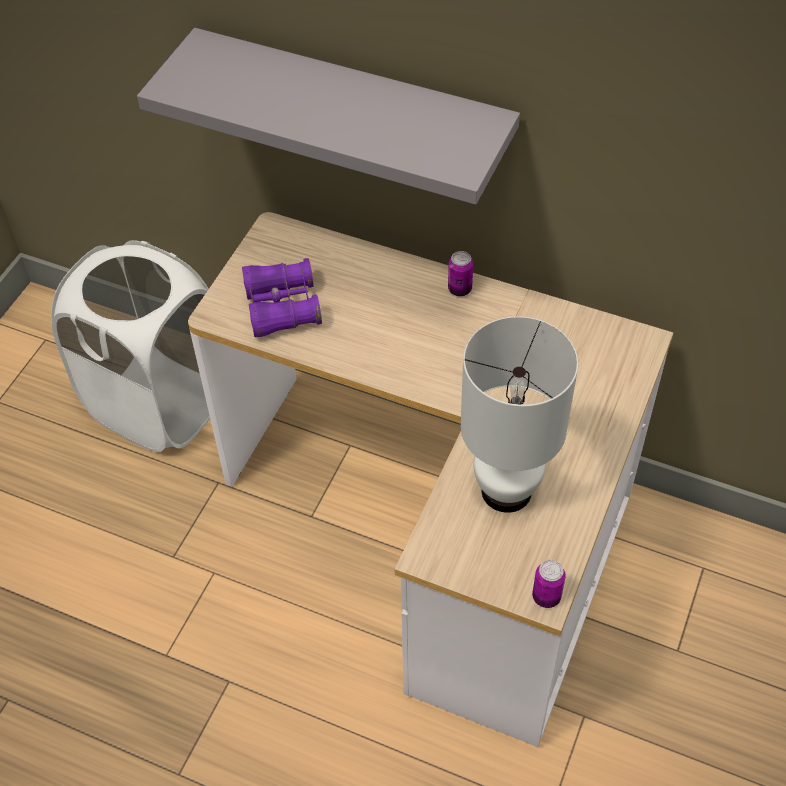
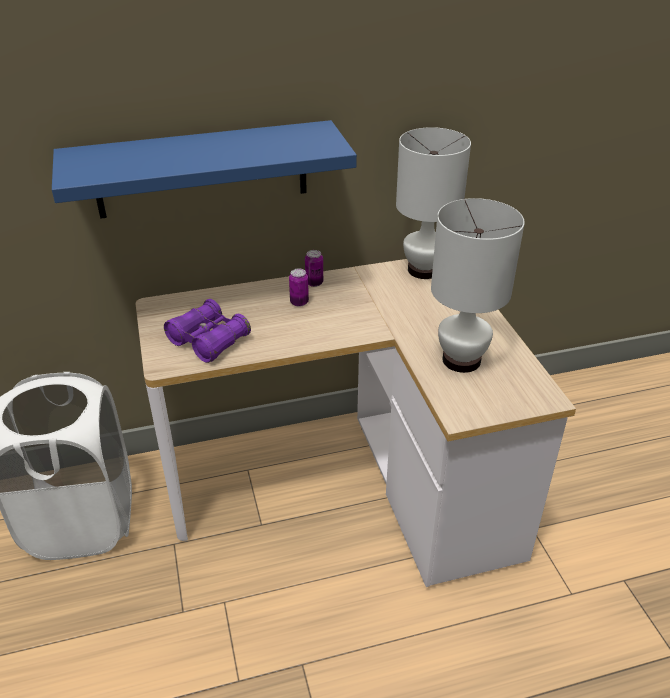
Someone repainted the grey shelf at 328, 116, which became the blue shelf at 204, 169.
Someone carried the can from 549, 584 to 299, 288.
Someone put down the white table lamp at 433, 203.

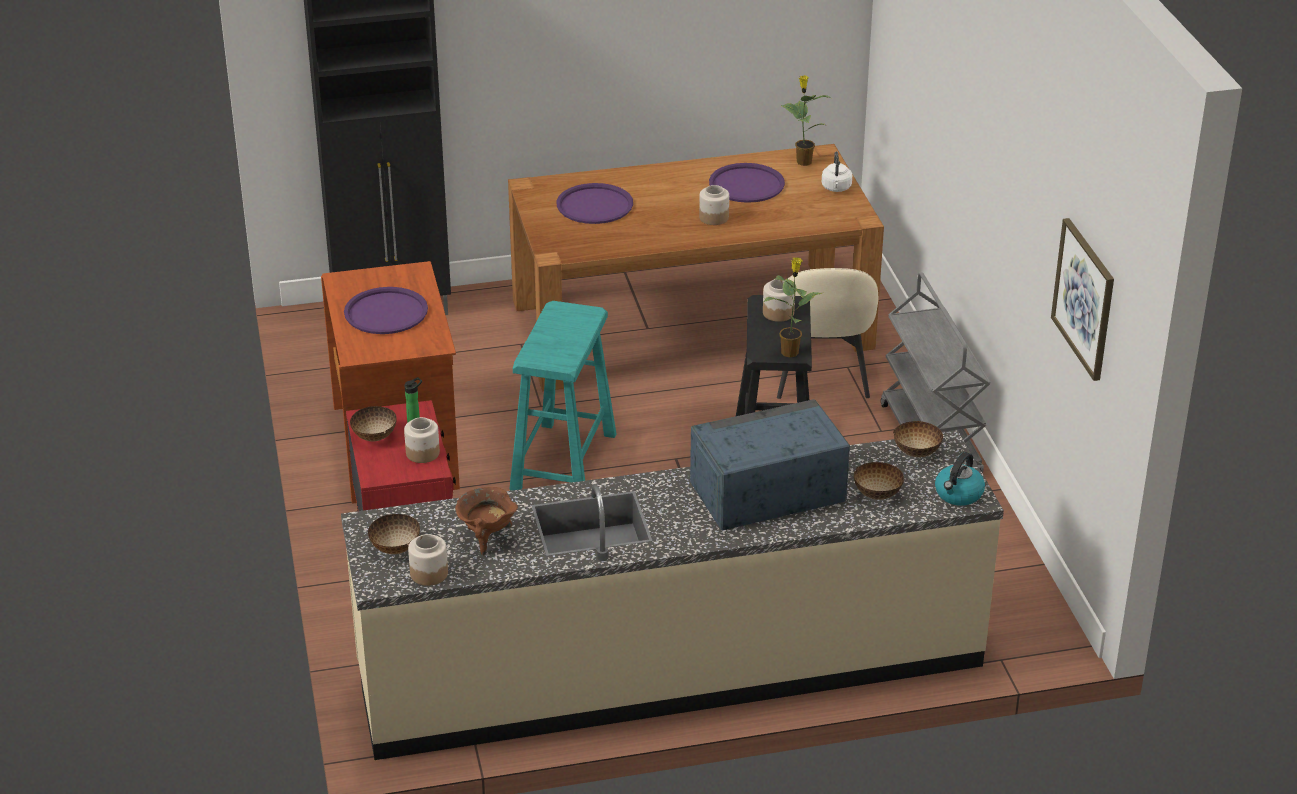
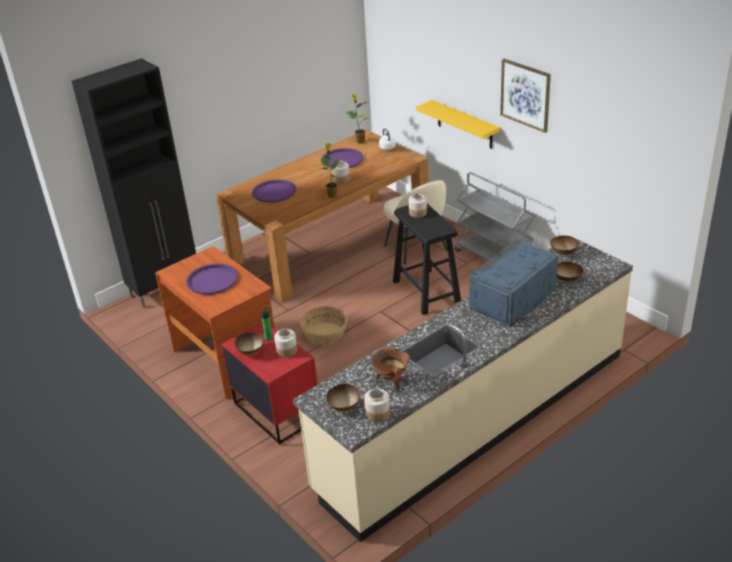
Someone carried the picture from 1082, 299 to 525, 96.
Someone carried the potted plant from 792, 307 to 329, 170.
Someone swapped the turquoise stool at 562, 396 for the basket at 324, 325.
Someone took away the kettle at 960, 479.
Someone put up the yellow shelf at 458, 124.

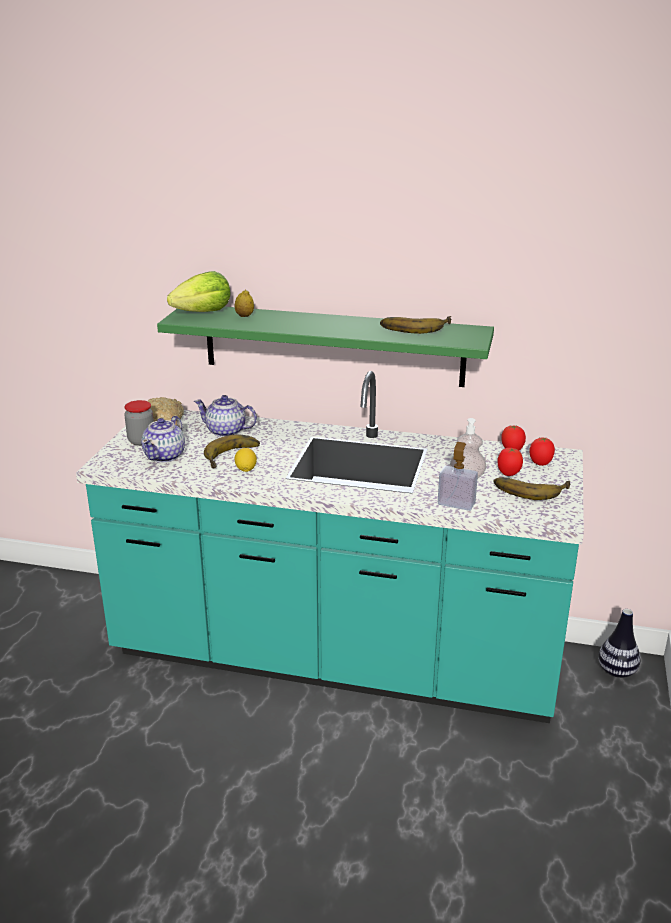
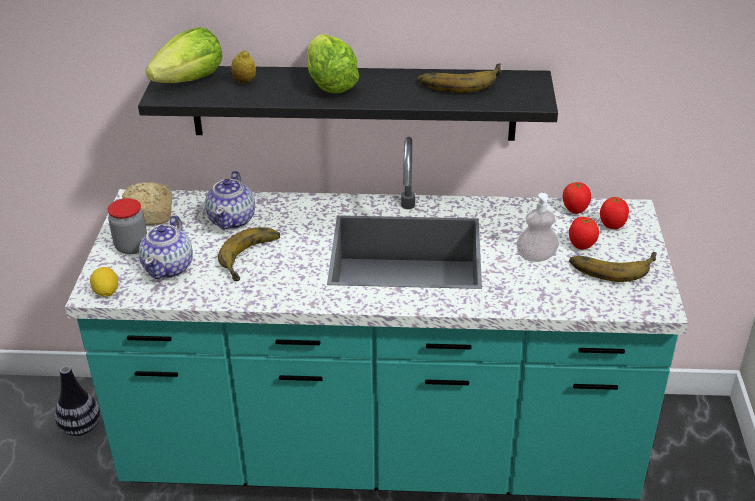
Someone repainted the green shelf at 325, 347, which became the black shelf at 348, 103.
Someone rotated the teapot at 225, 416 by 90 degrees counterclockwise.
Someone took away the soap dispenser at 458, 476.
Someone carried the lemon from 246, 460 to 104, 282.
Someone carried the vase from 619, 643 to 78, 401.
Someone put down the lettuce at 333, 63.

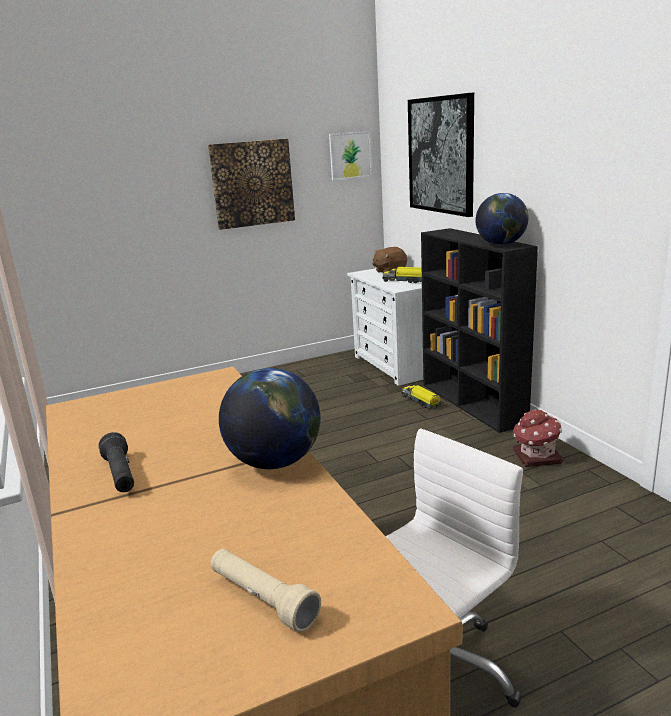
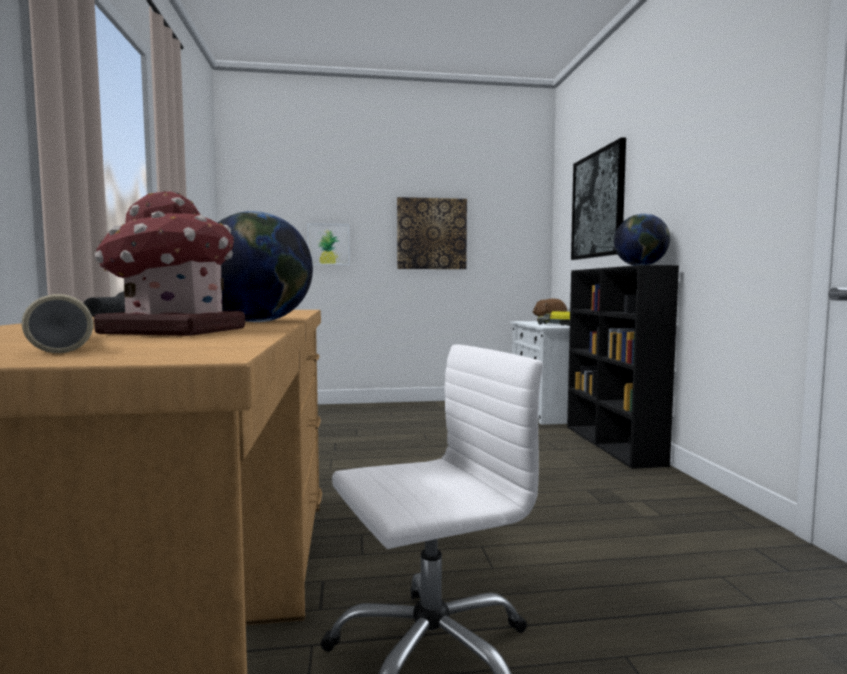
Someone carried the picture from 350, 155 to 328, 244.
Someone took away the toy truck at 422, 397.
Someone carried the toy house from 538, 438 to 169, 263.

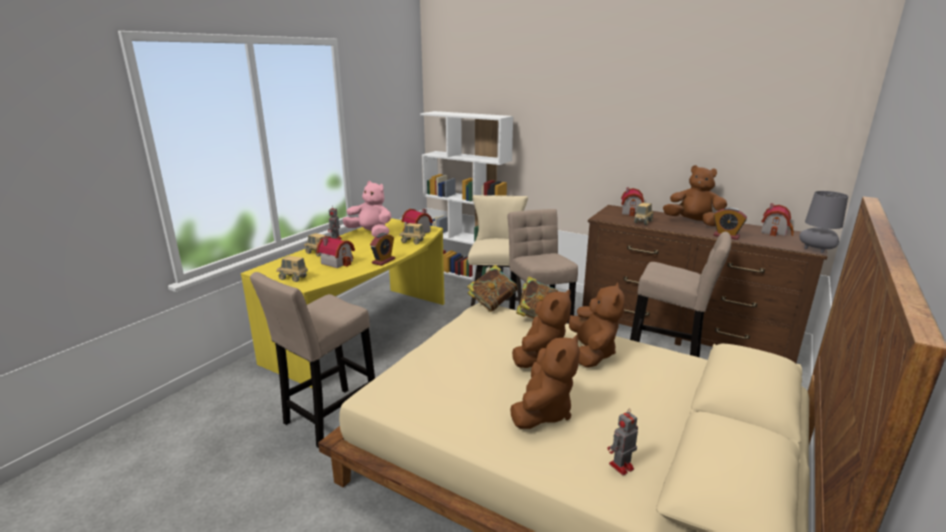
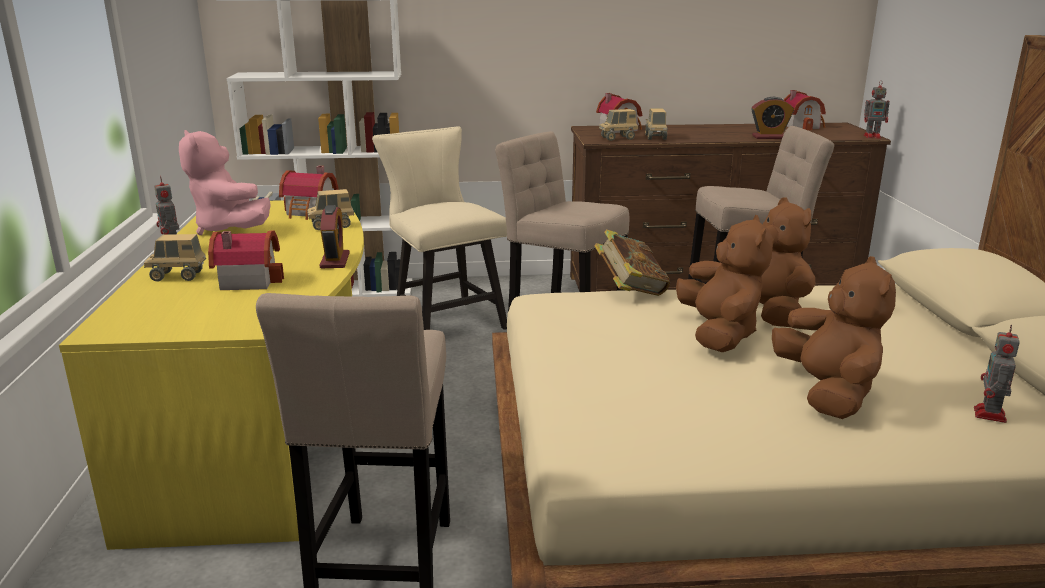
Someone took away the brown plush toy at 695, 195.
Someone rotated the pink plush toy at 367, 209 by 120 degrees counterclockwise.
Someone swapped the grey table lamp at 823, 222 for the toy robot at 877, 109.
Someone carried the toy truck from 292, 269 to 618, 125.
Someone took away the book at 492, 288.

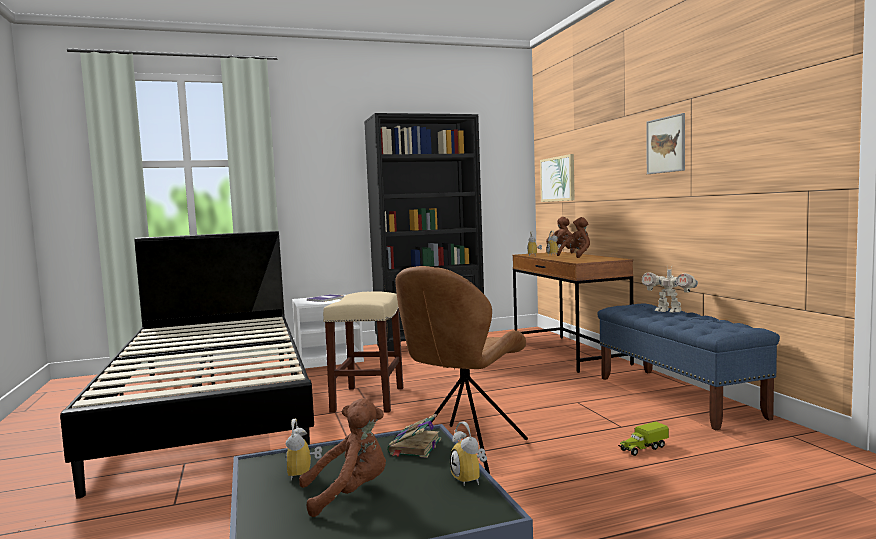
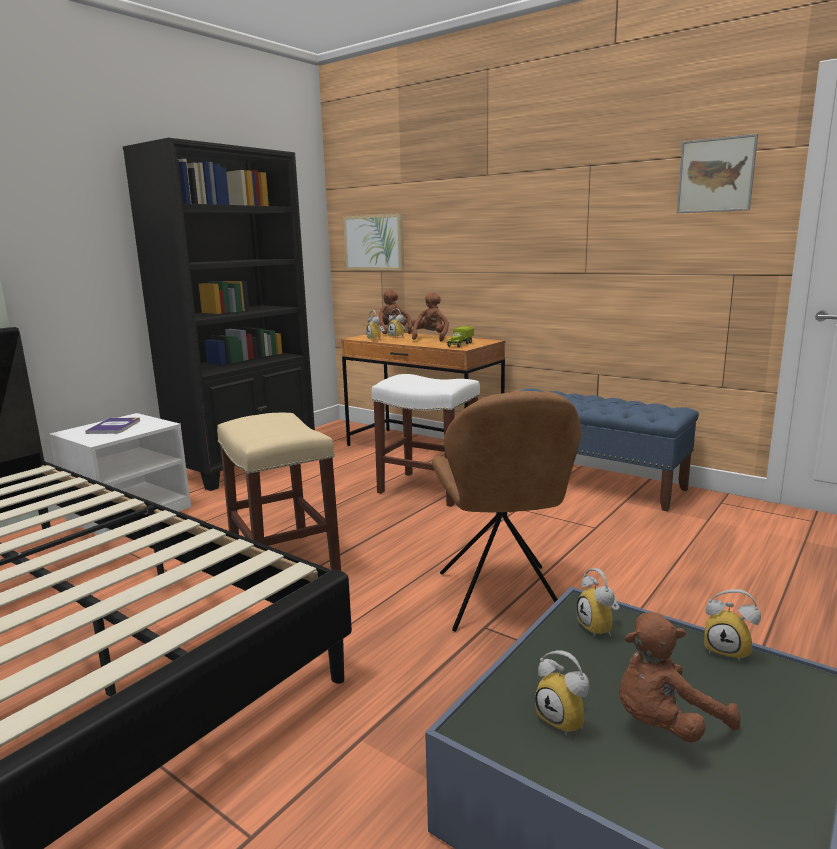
Someone carried the picture from 665, 143 to 717, 173.
Someone took away the toy robot at 670, 289.
Someone rotated the brown plush toy at 342, 457 by 150 degrees counterclockwise.
Someone swapped the book at 414, 436 for the alarm clock at 597, 602.
Someone carried the toy truck from 643, 439 to 460, 336.
Someone put down the white stool at 425, 440.

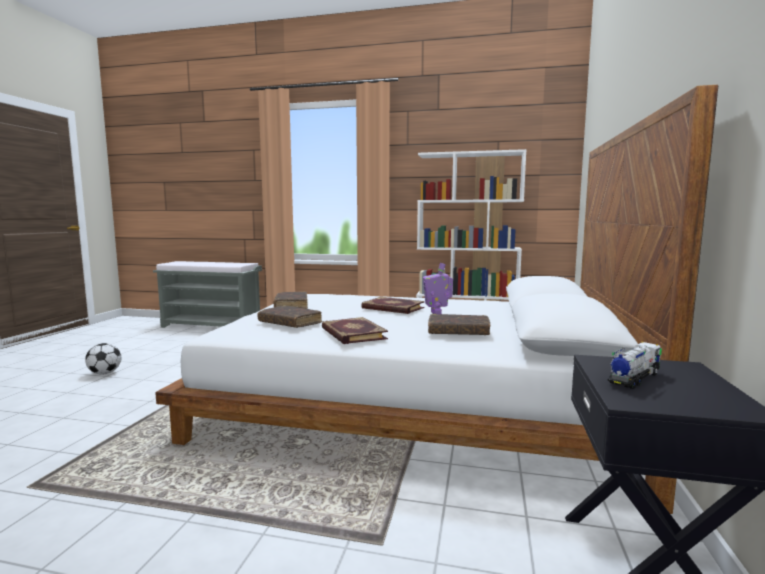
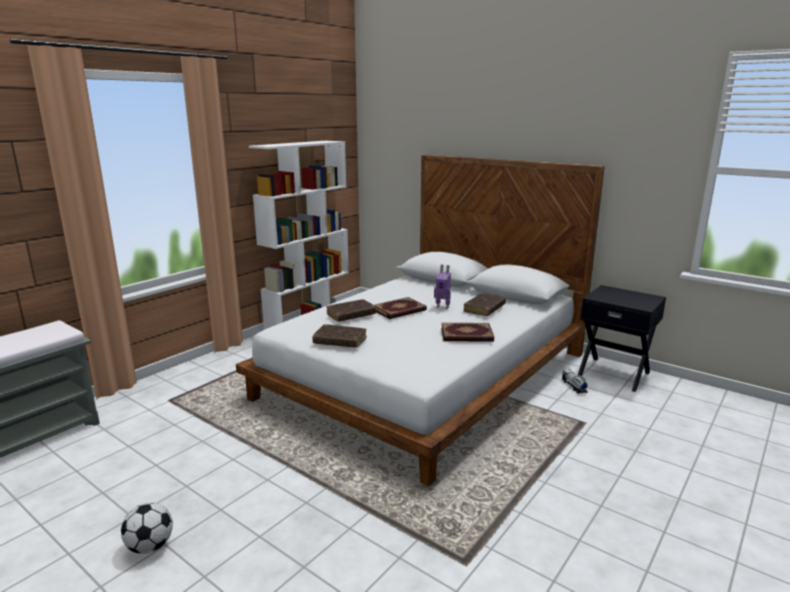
Someone carried the brown book from 289, 316 to 351, 310.
Someone carried the toy truck from 635, 365 to 575, 381.

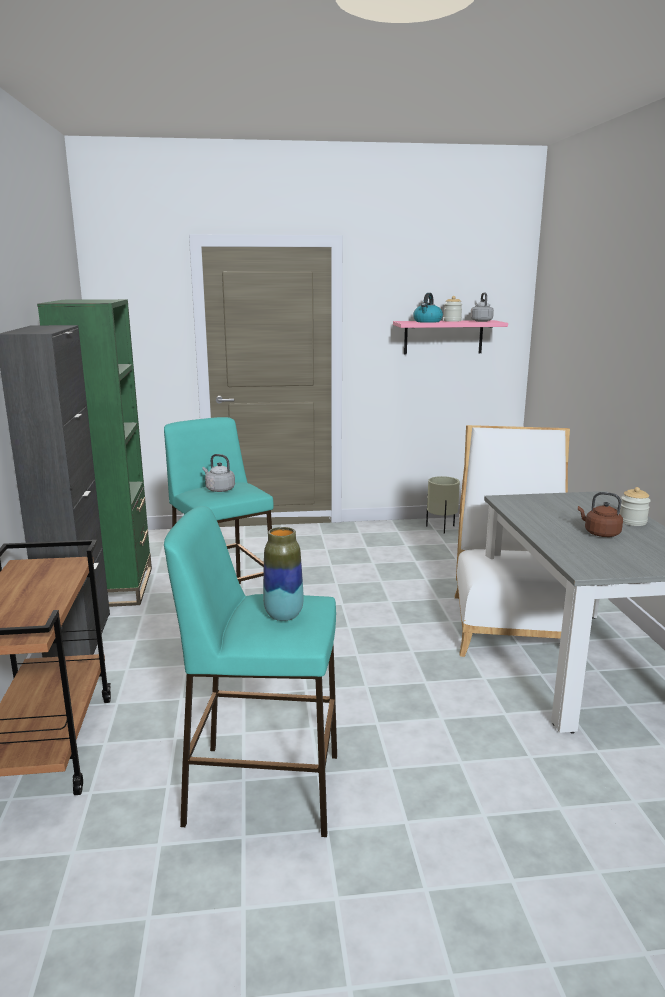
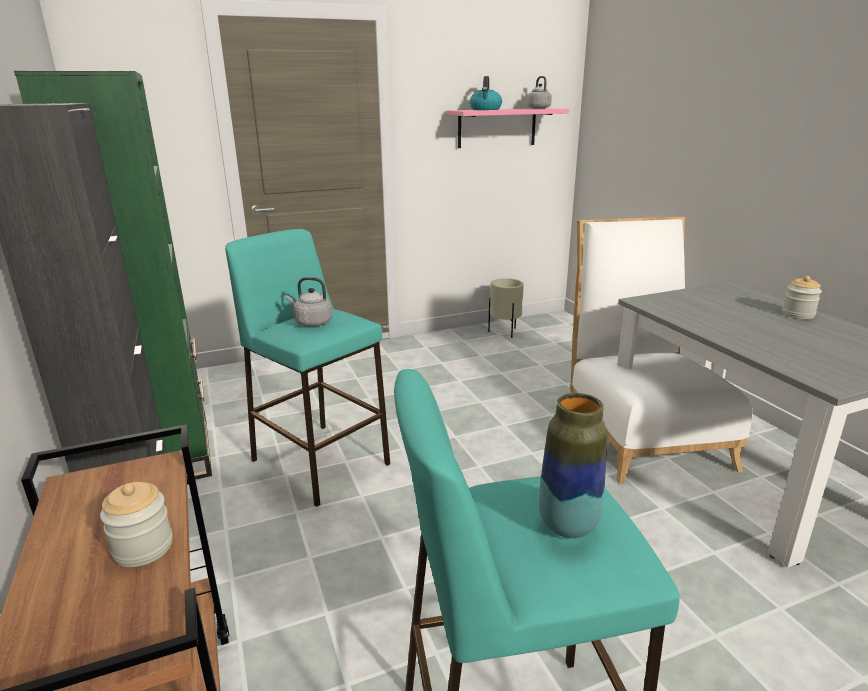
Someone carried the jar from 453, 309 to 136, 524.
Someone took away the brown kettle at 600, 514.

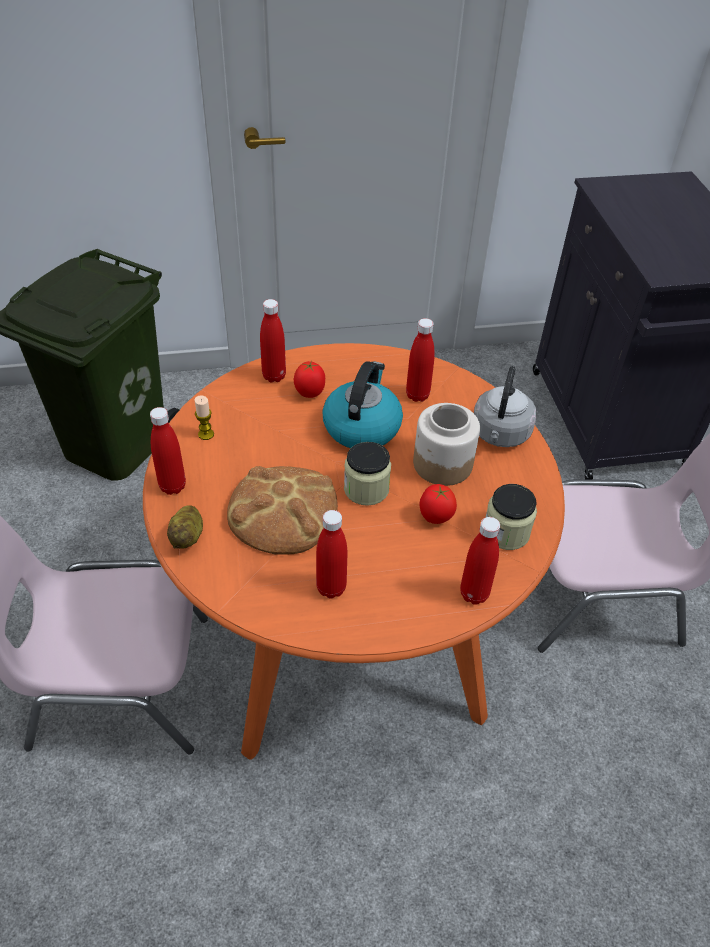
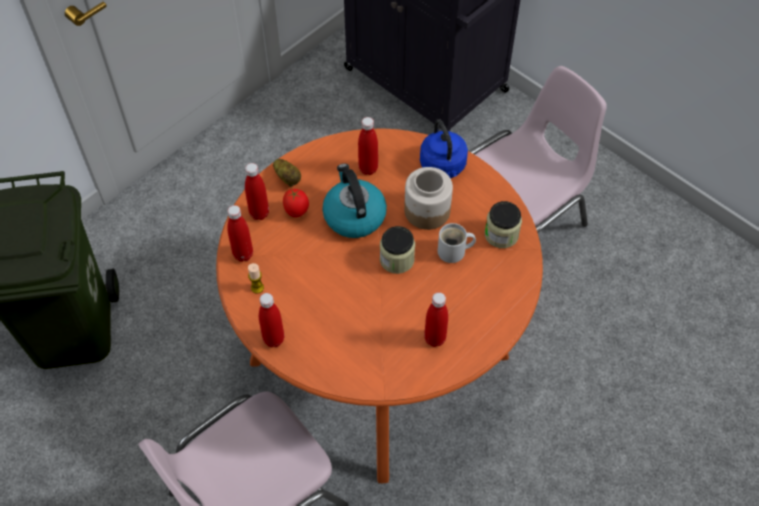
Someone repainted the grey kettle at 505, 406, which became the blue kettle at 444, 148.
Someone took away the bread at 282, 510.
Someone swapped the tomato at 438, 504 for the white mug at 457, 243.
Someone carried the potato from 185, 527 to 287, 173.
Someone carried the red bottle from 480, 561 to 240, 233.

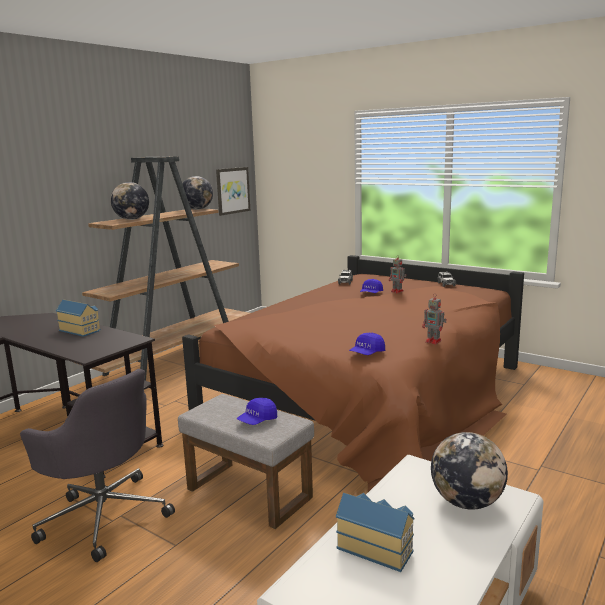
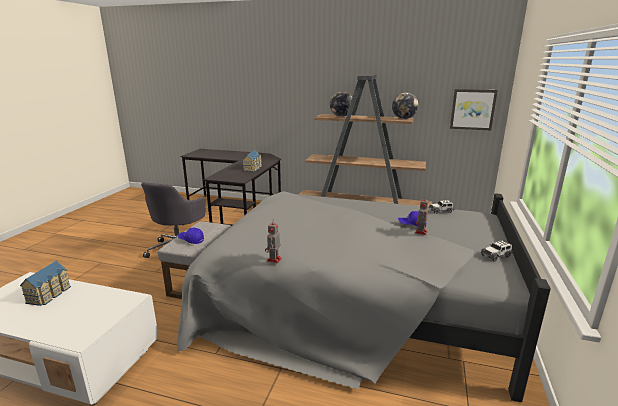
Someone repainted the brown bed at 353, 373, which became the grey bed at 364, 296.
Someone took away the blue cap at 367, 344.
Someone took away the globe at 469, 471.

